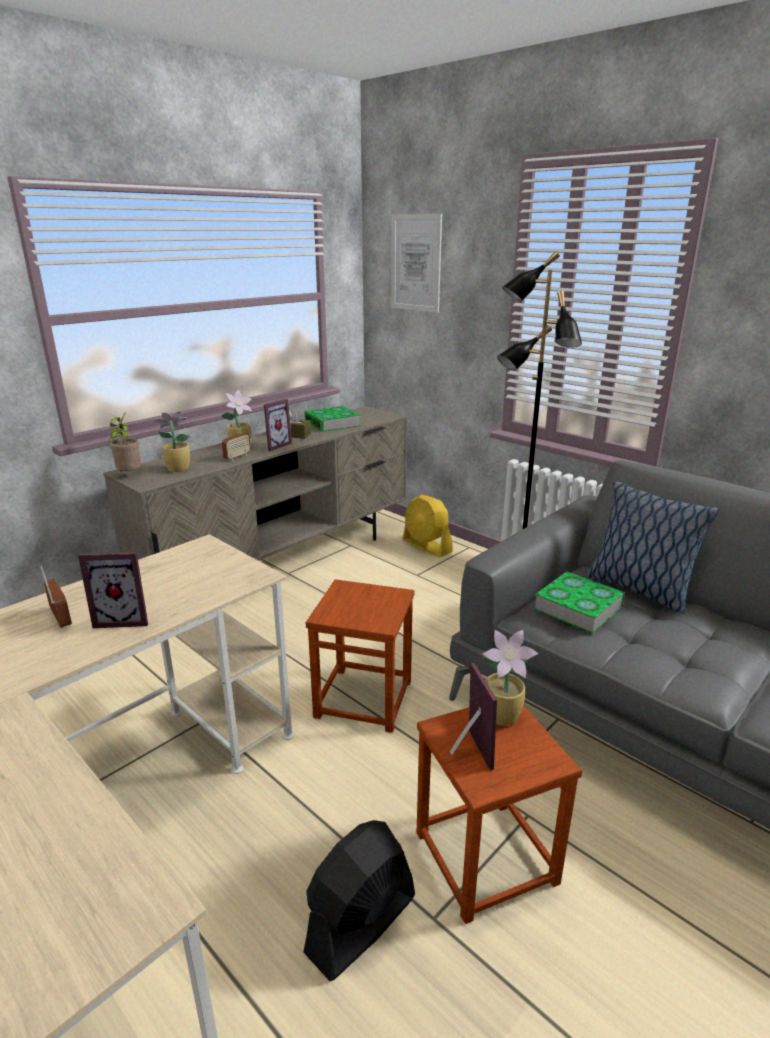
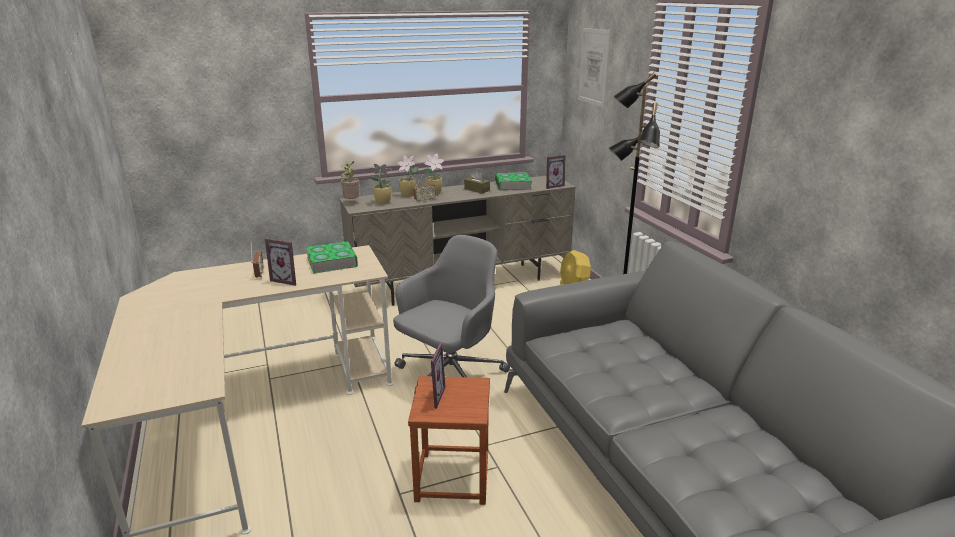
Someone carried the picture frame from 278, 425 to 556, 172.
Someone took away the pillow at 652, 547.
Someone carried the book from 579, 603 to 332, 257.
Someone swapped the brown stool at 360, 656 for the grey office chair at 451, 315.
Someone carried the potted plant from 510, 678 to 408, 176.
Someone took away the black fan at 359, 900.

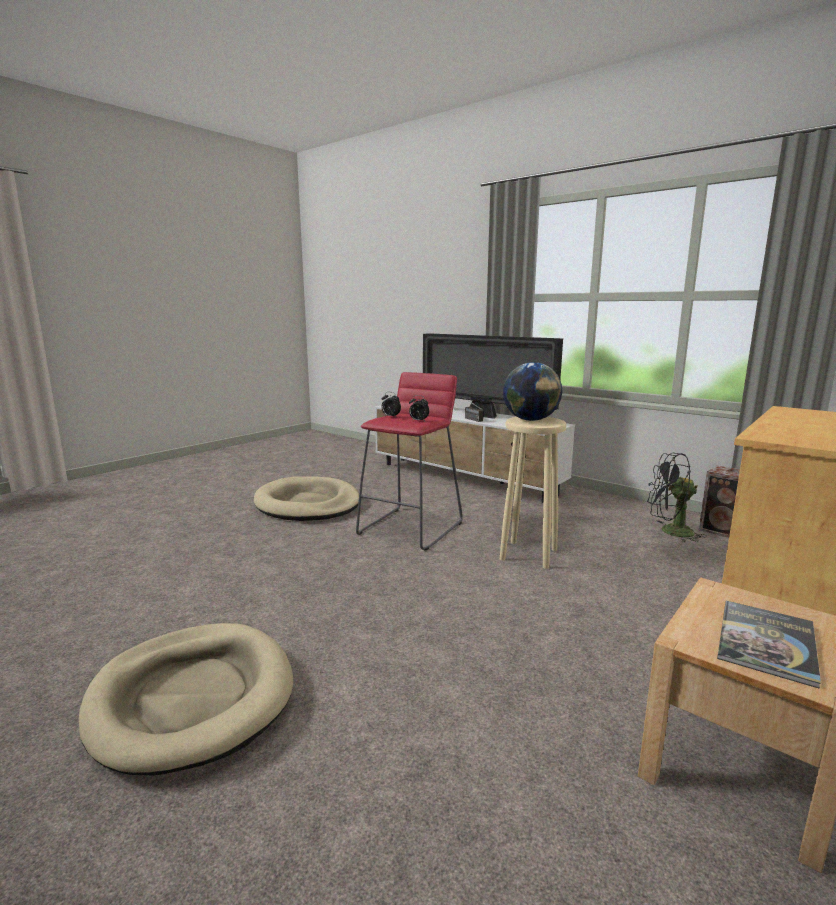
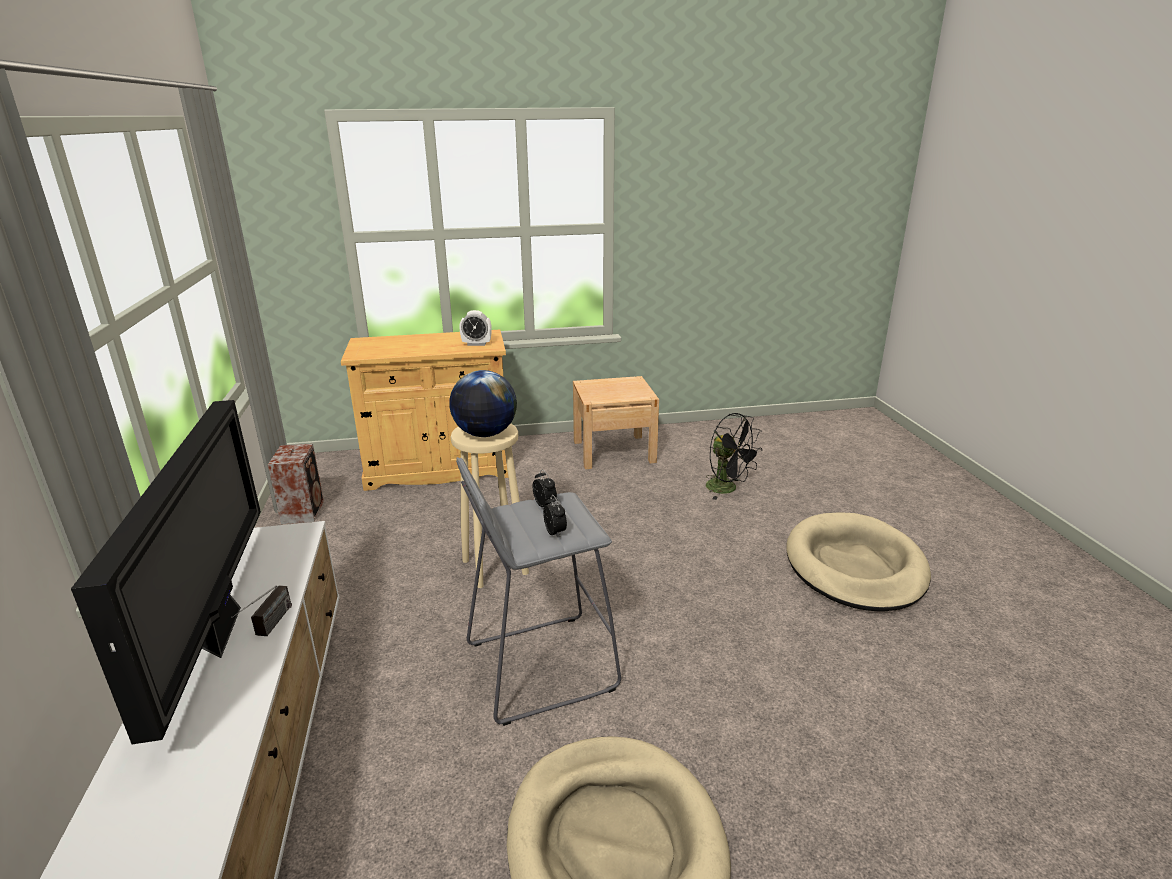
Someone repainted the red stool at 409, 461, which became the grey stool at 538, 591.
Someone carried the black fan from 677, 497 to 734, 456.
Someone took away the book at 769, 645.
Someone put down the alarm clock at 475, 328.

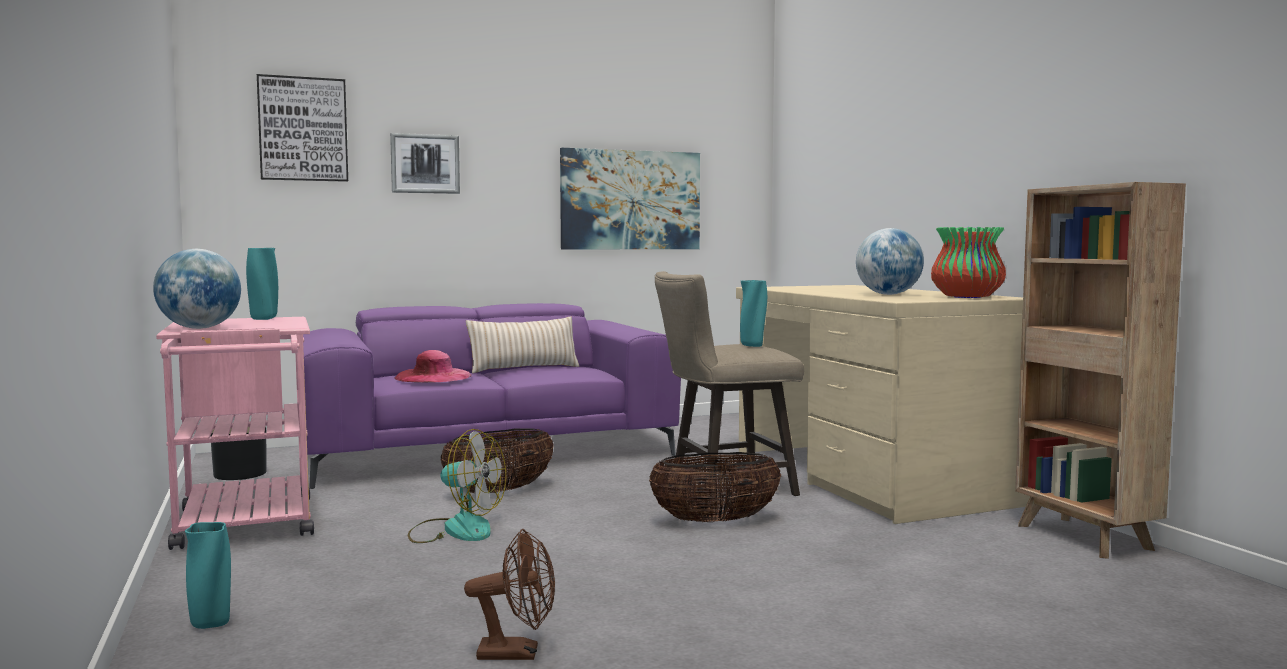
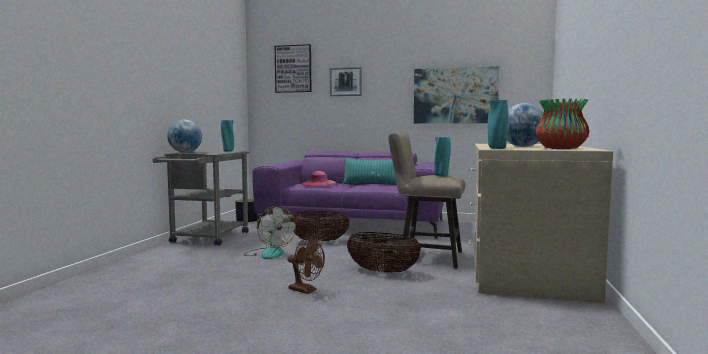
Someone took away the brown bookcase at 1100, 370.
Someone repainted the beige pillow at 522, 344, which became the turquoise pillow at 370, 171.
Someone repainted the pink cart at 235, 433, which became the grey cart at 201, 198.
Someone carried the turquoise vase from 208, 575 to 498, 124.
Someone carried the brown fan from 509, 594 to 306, 265.

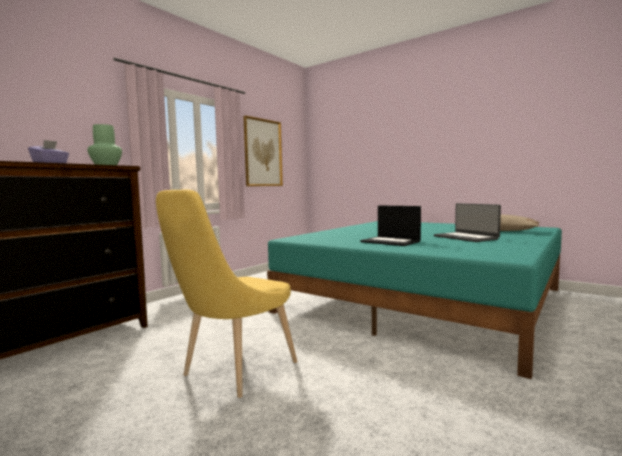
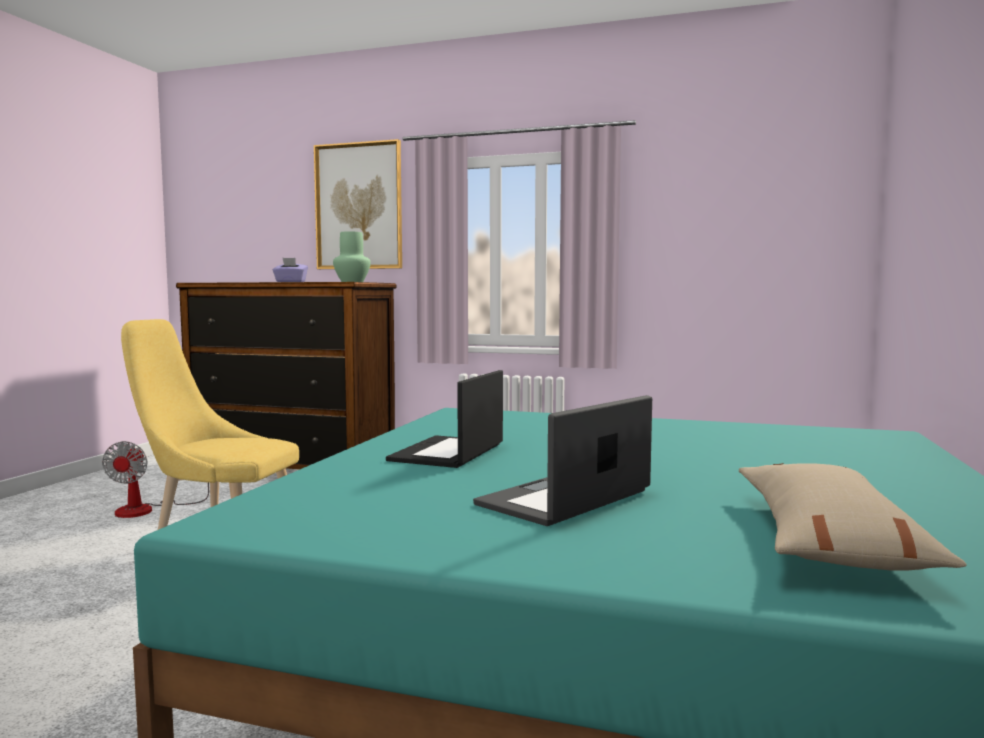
Someone carried the picture from 263, 151 to 358, 204.
Someone put down the fan at 155, 479.

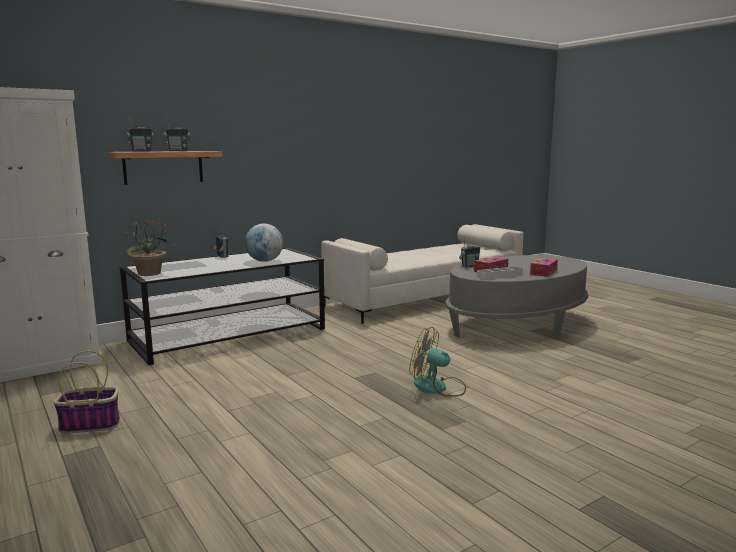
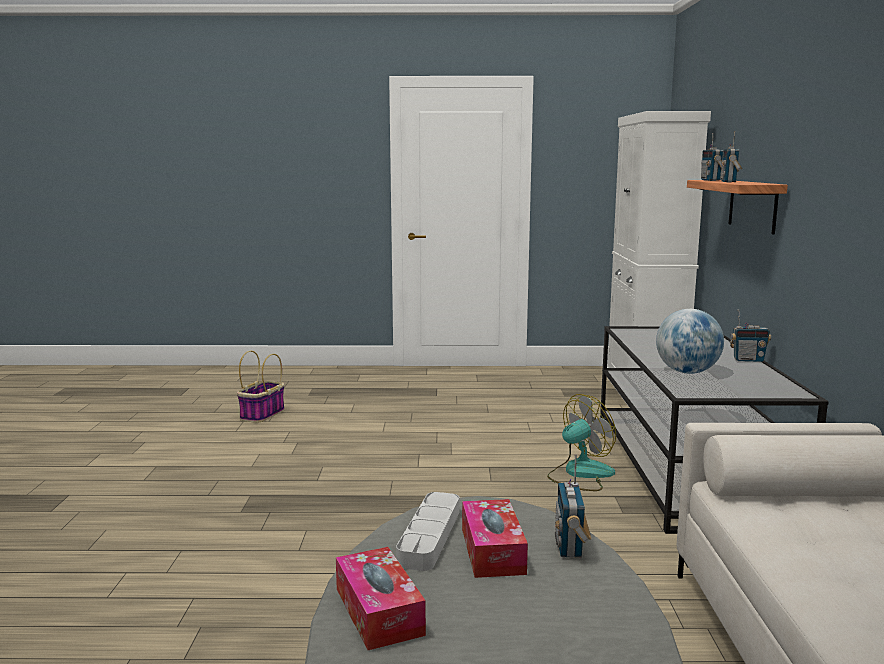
Someone took away the potted plant at 148, 247.
Someone carried the fan from 438, 362 to 581, 442.
Someone carried the basket from 87, 391 to 261, 387.

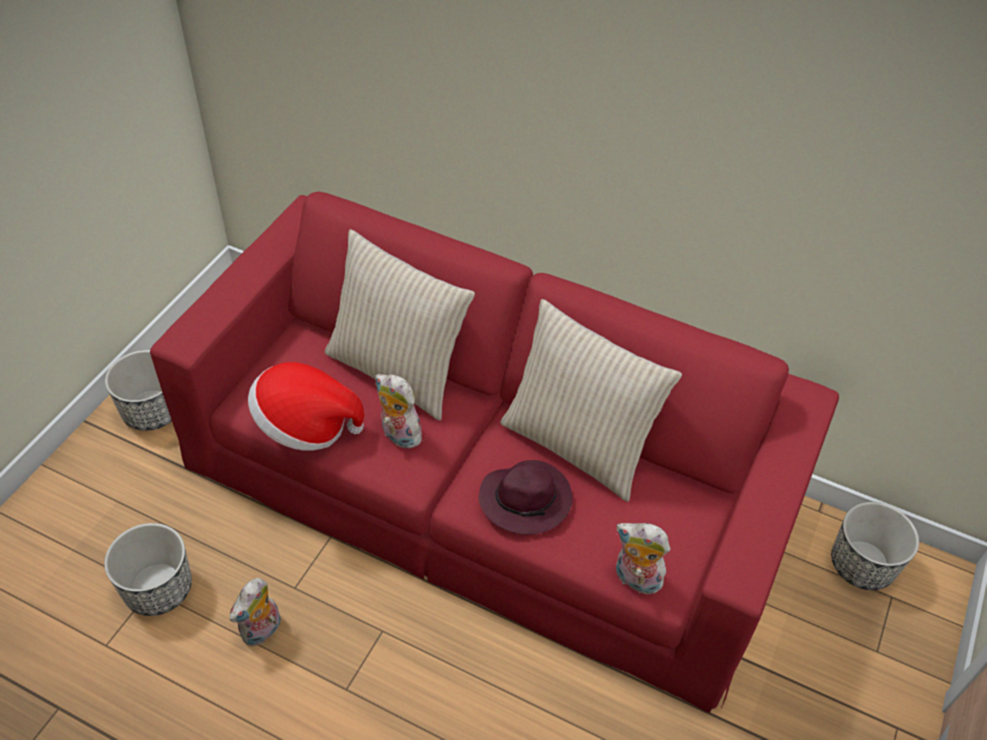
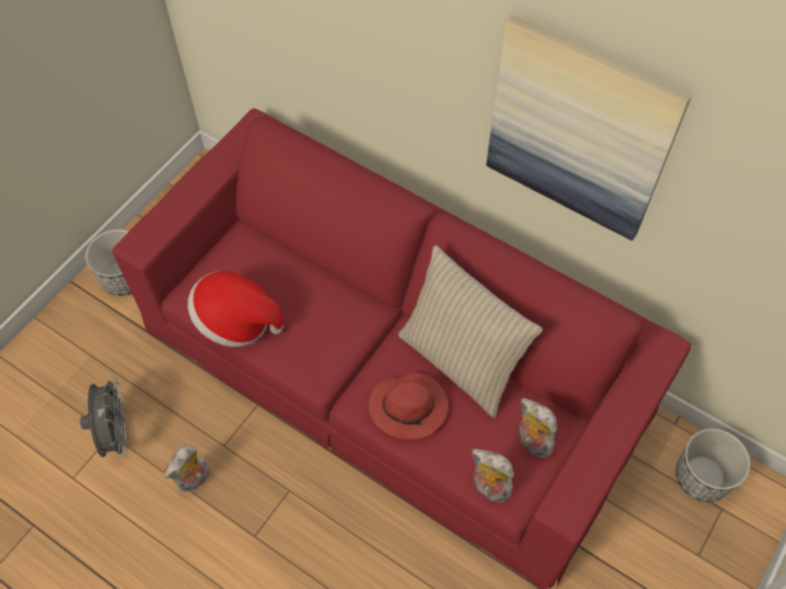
Someone took away the beige pillow at 400, 325.
Someone carried the plush toy from 399, 411 to 537, 428.
Someone repainted the purple hat at 525, 497, which became the red hat at 408, 406.
Someone swapped the planter at 148, 569 for the grey fan at 105, 417.
Someone put up the picture at 589, 127.

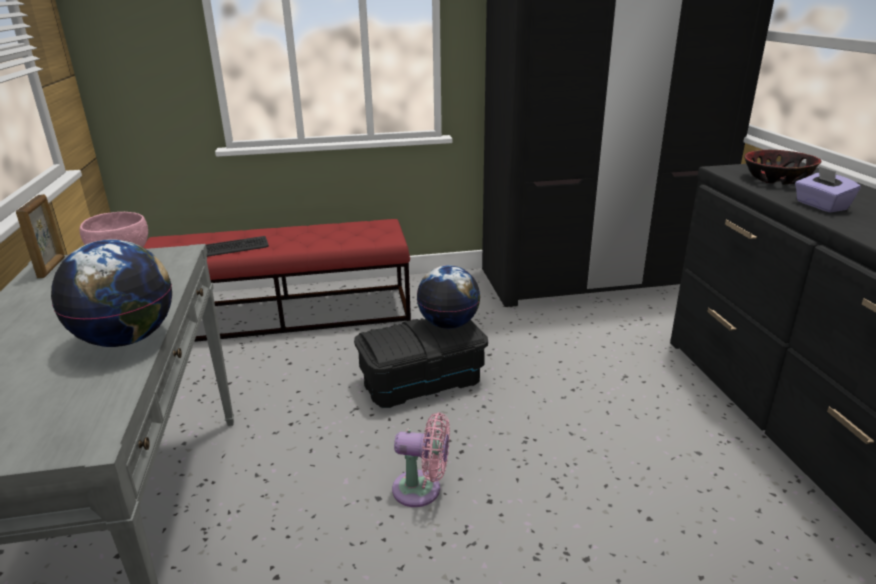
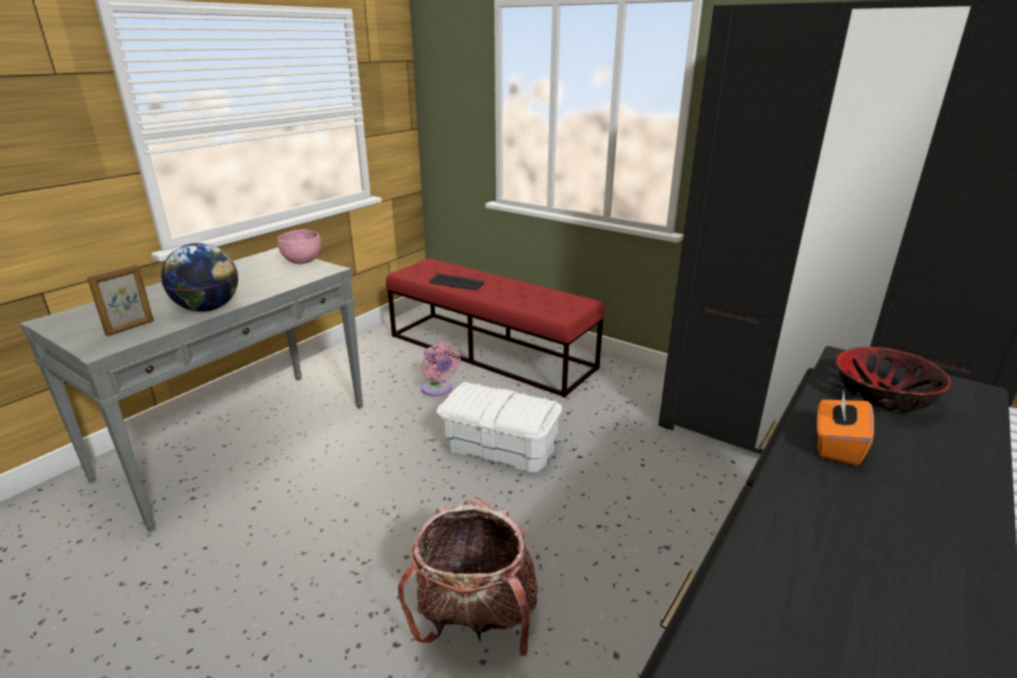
Someone repainted the purple tissue box at 828, 189, which became the orange tissue box at 845, 427.
Someone carried the picture frame from 40, 236 to 120, 300.
Someone took away the globe at 448, 297.
Someone repainted the black storage box at 421, 363, which became the white storage box at 499, 427.
Someone carried the pink fan from 421, 459 to 441, 369.
Someone put down the backpack at 468, 576.

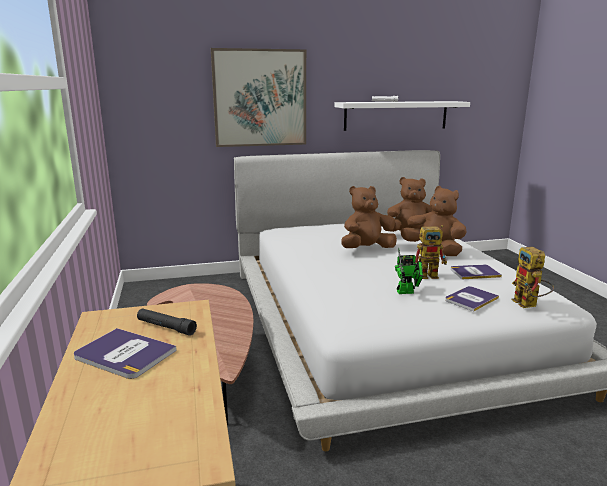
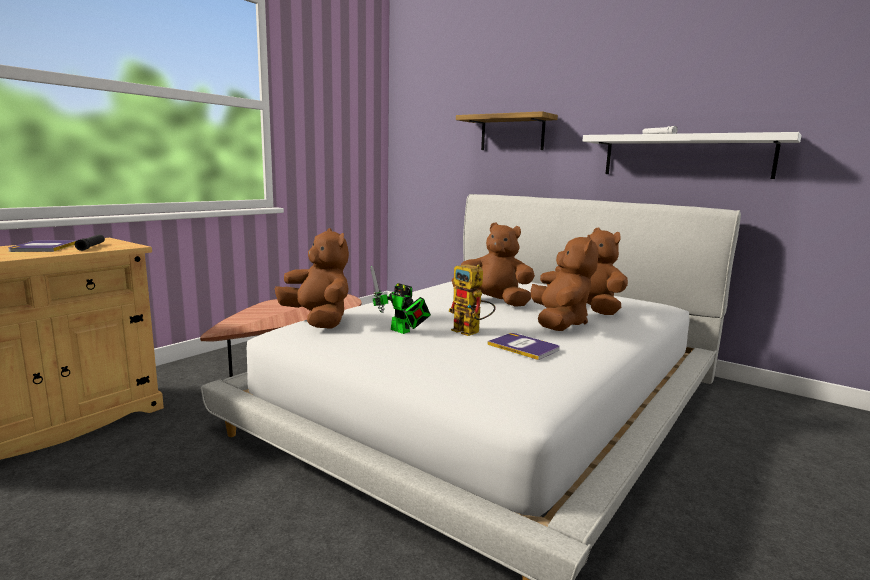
Someone swapped the picture at 258, 97 for the shelf at 507, 130.
Someone took away the toy robot at 532, 277.
Someone took away the book at 472, 299.
Someone put down the brown plush toy at 312, 278.

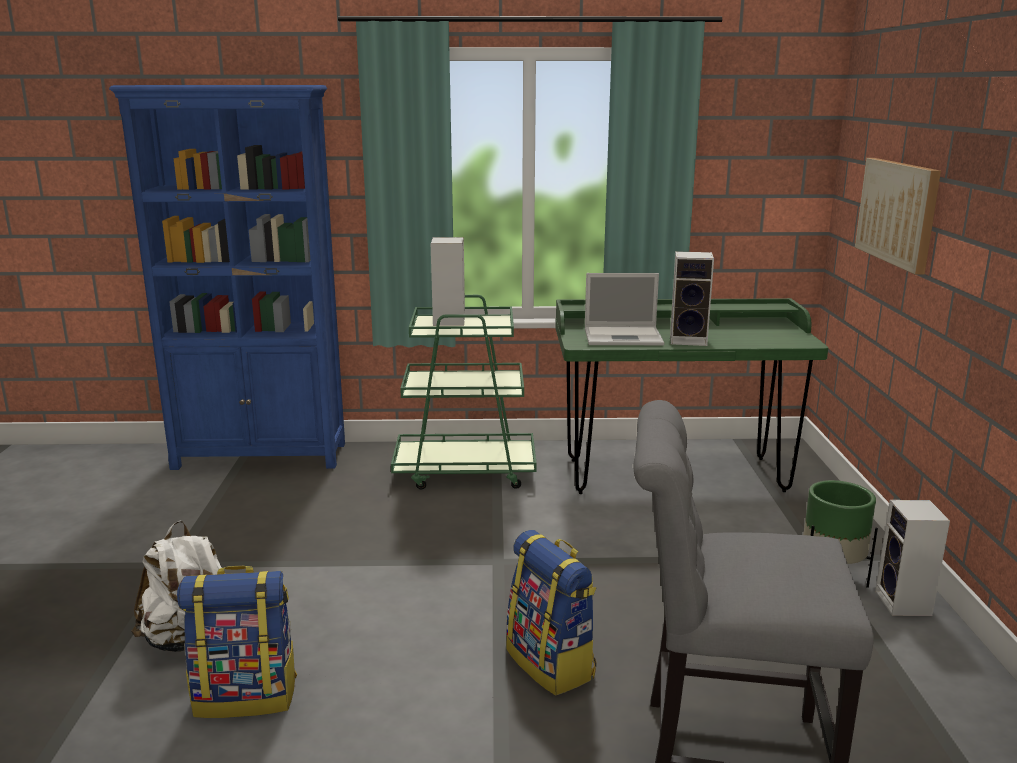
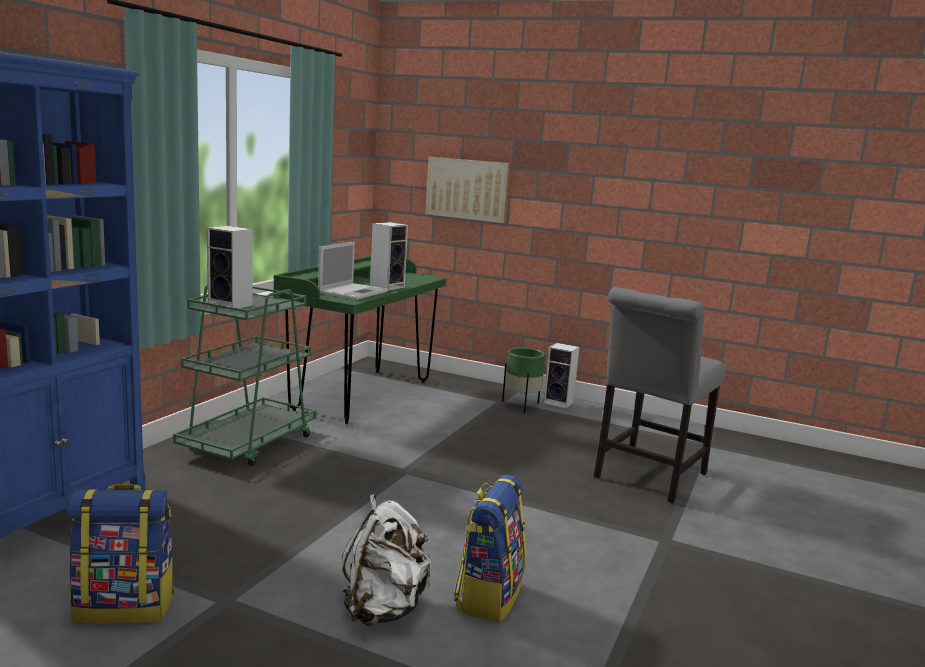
Someone carried the backpack from 552, 613 to 121, 554.

